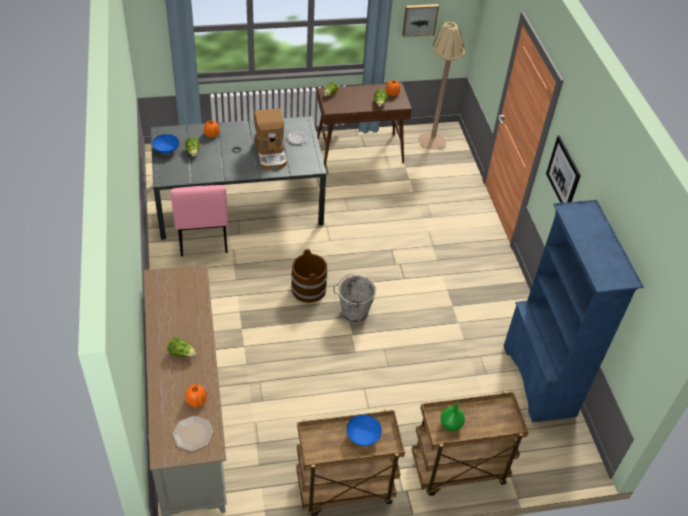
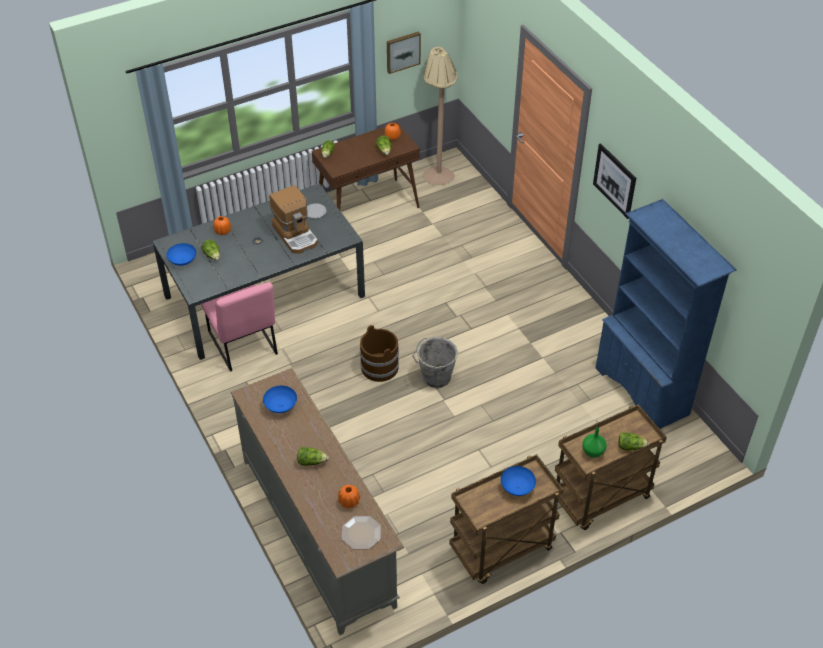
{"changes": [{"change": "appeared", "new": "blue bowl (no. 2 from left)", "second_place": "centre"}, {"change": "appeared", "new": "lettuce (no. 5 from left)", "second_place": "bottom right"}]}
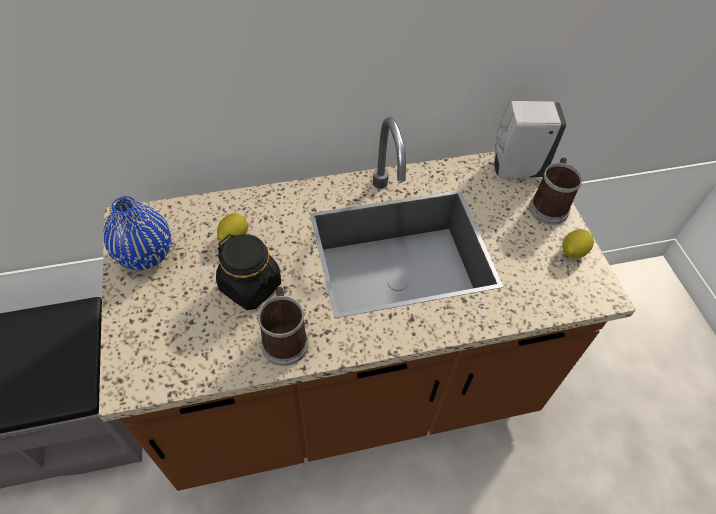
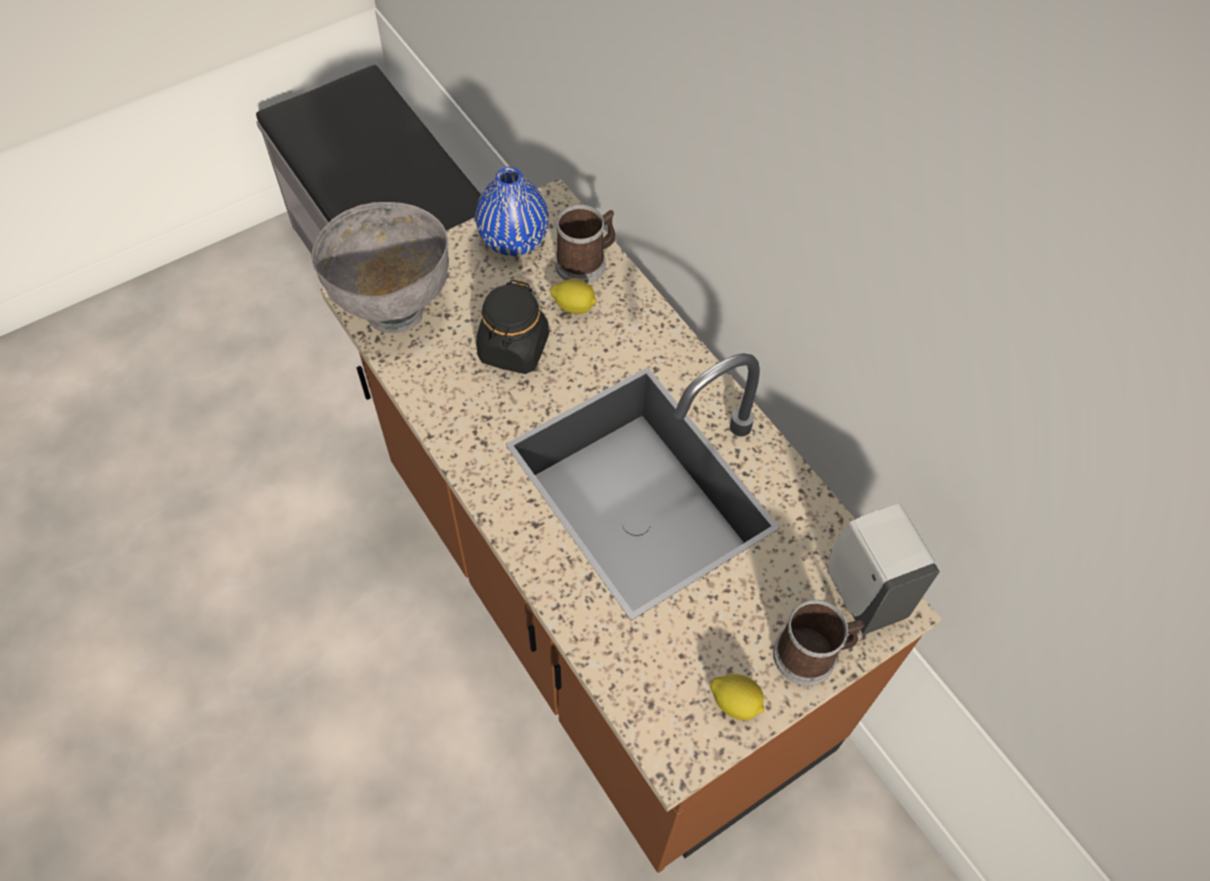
{"changes": [{"change": "appeared", "new": "grey bowl", "second_place": "top left"}, {"change": "relocated", "old": "mug (no. 1 from left)", "first_place": "centre", "second_place": "top centre"}]}
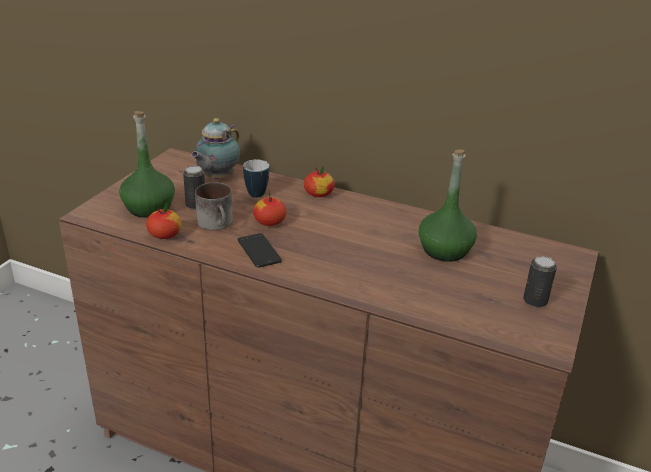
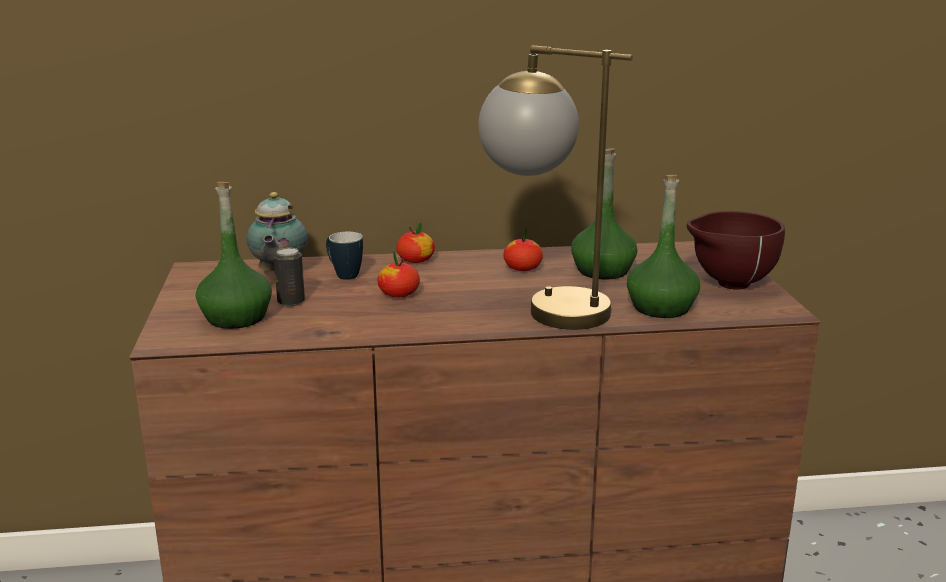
{"changes": [{"change": "missing", "old": "mug (no. 1 from left)", "first_place": "middle left"}, {"change": "missing", "old": "phone", "first_place": "centre"}, {"change": "appeared", "new": "table lamp", "second_place": "top centre"}, {"change": "appeared", "new": "green bottle (no. 3 from left)", "second_place": "middle right"}, {"change": "relocated", "old": "apple (no. 1 from left in the first image)", "new": "apple (no. 3 from left)", "first_place": "middle left", "second_place": "centre"}, {"change": "exchanged", "old": "can (no. 2 from left)", "new": "brown bowl", "first_place": "middle right", "second_place": "middle right"}]}
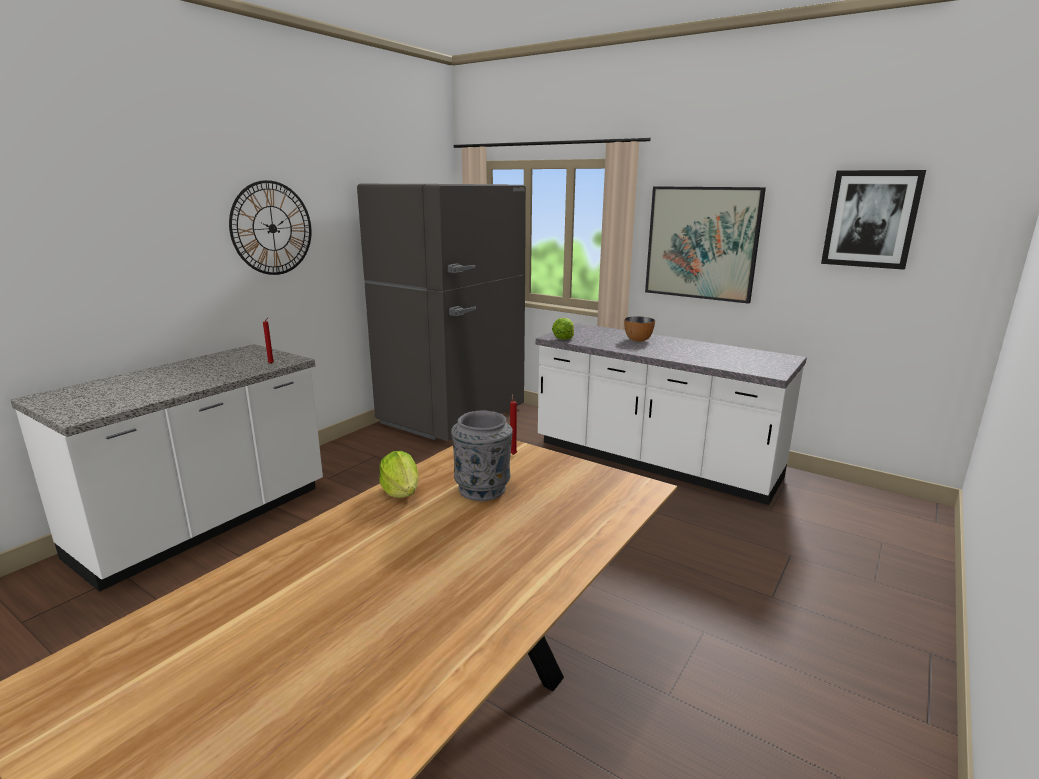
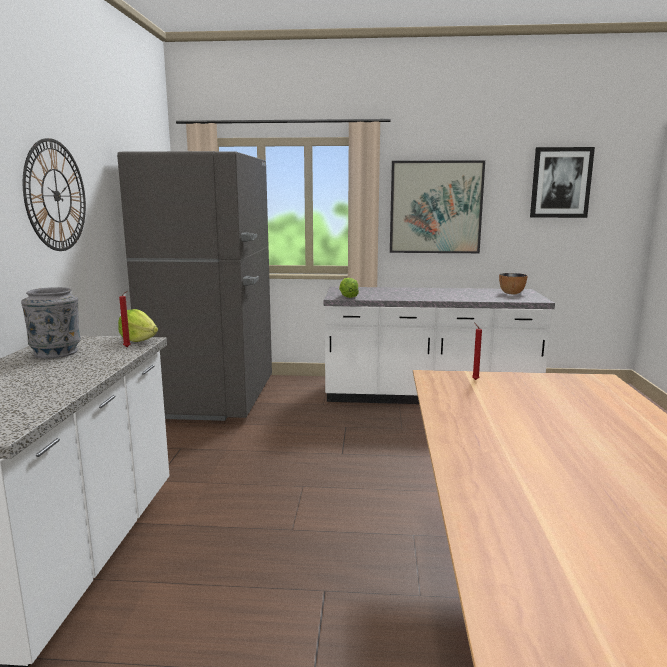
{"changes": [{"change": "relocated", "old": "lettuce (no. 1 from left)", "first_place": "centre", "second_place": "middle left"}, {"change": "relocated", "old": "grey vase", "first_place": "centre", "second_place": "middle left"}, {"change": "relocated", "old": "bowl", "first_place": "centre", "second_place": "middle right"}]}
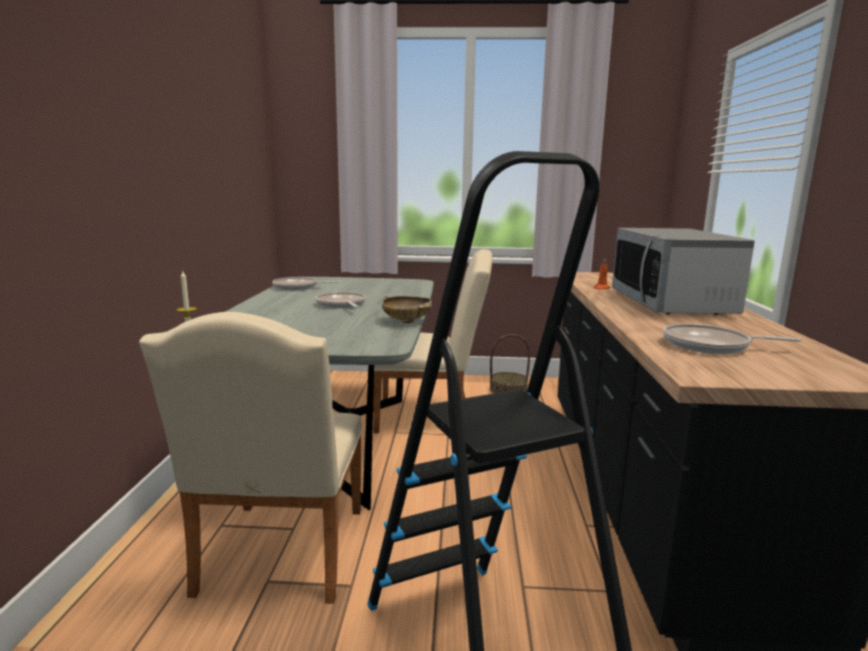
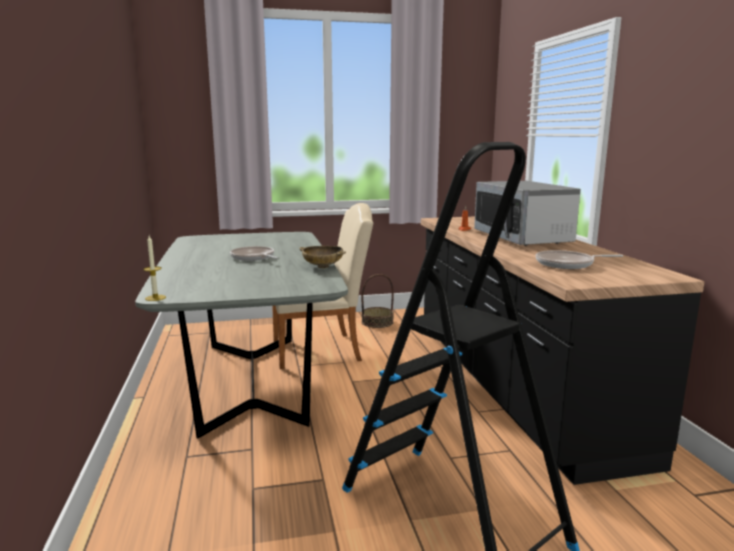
{"changes": [{"change": "missing", "old": "beige chair (no. 1 from left)", "first_place": "bottom left"}, {"change": "missing", "old": "frying pan (no. 1 from left)", "first_place": "centre"}]}
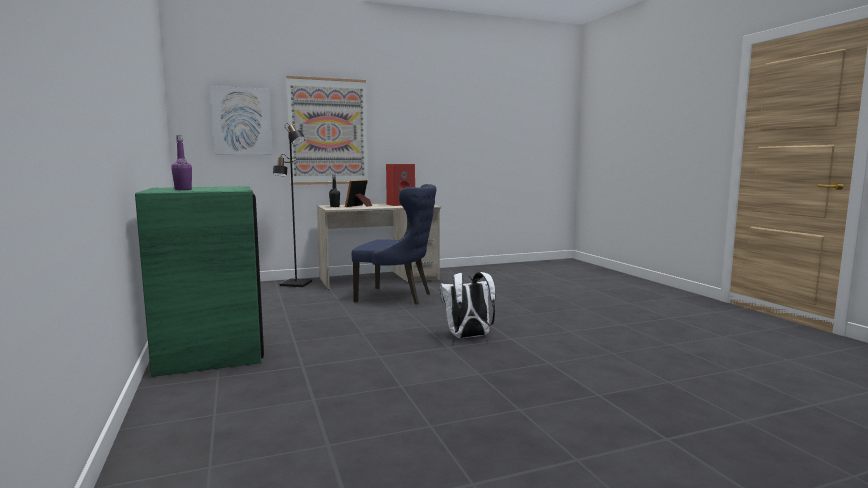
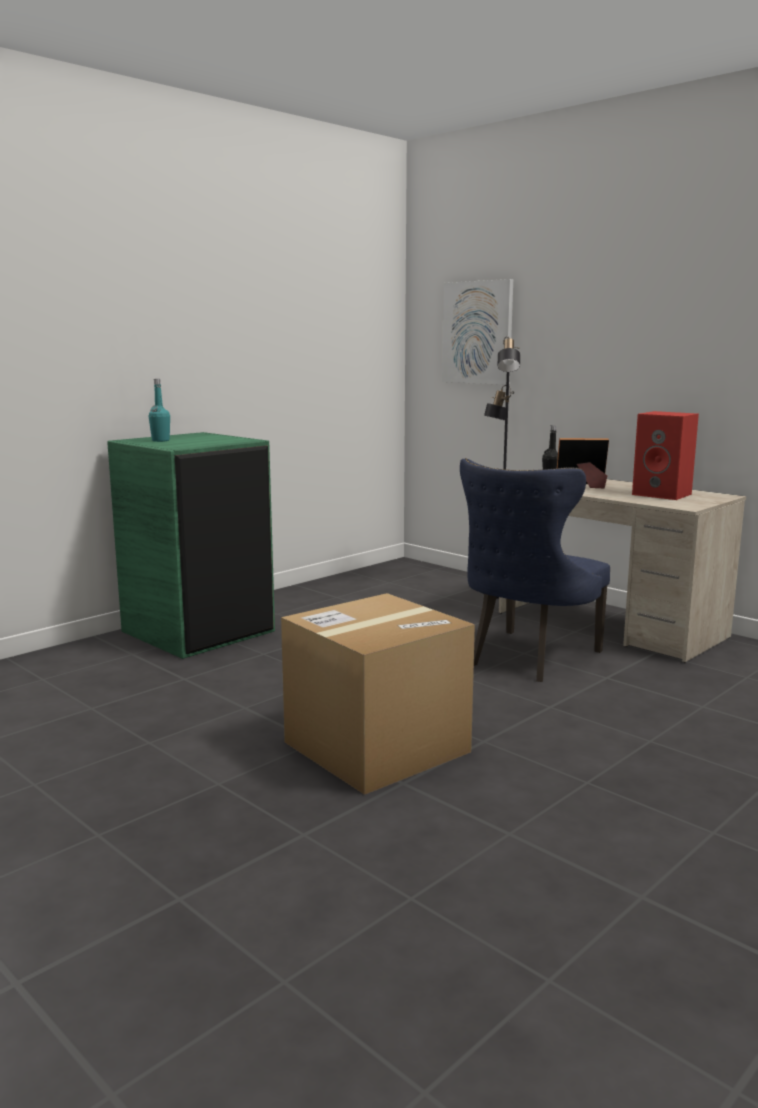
{"changes": [{"change": "missing", "old": "picture (no. 2 from left)", "first_place": "top centre"}, {"change": "exchanged", "old": "white backpack", "new": "cardboard box", "first_place": "centre", "second_place": "centre"}, {"change": "colour", "old": "purple bottle", "new": "turquoise bottle", "first_place": "top left", "second_place": "middle left"}, {"change": "spun", "old": "blue chair", "first_place": "centre", "second_place": "middle right", "degrees": 45}]}
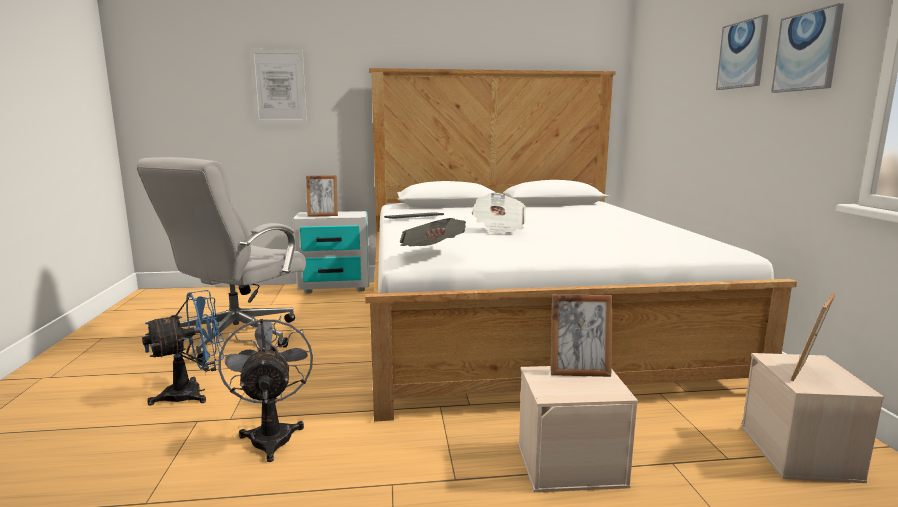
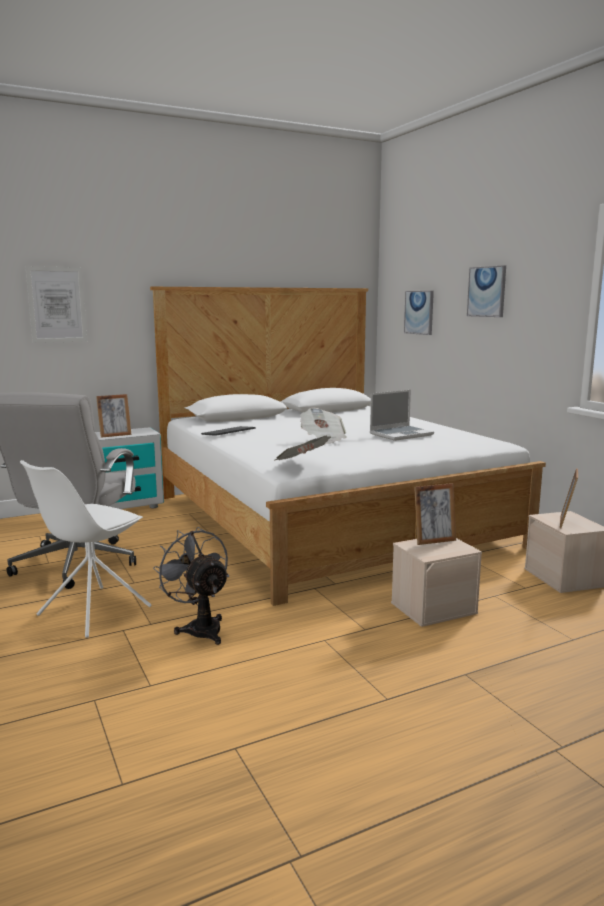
{"changes": [{"change": "appeared", "new": "laptop", "second_place": "centre"}, {"change": "relocated", "old": "picture (no. 3 from left in the first image)", "new": "picture (no. 2 from left)", "first_place": "top right", "second_place": "middle right"}, {"change": "exchanged", "old": "blue fan", "new": "white chair", "first_place": "bottom left", "second_place": "middle left"}]}
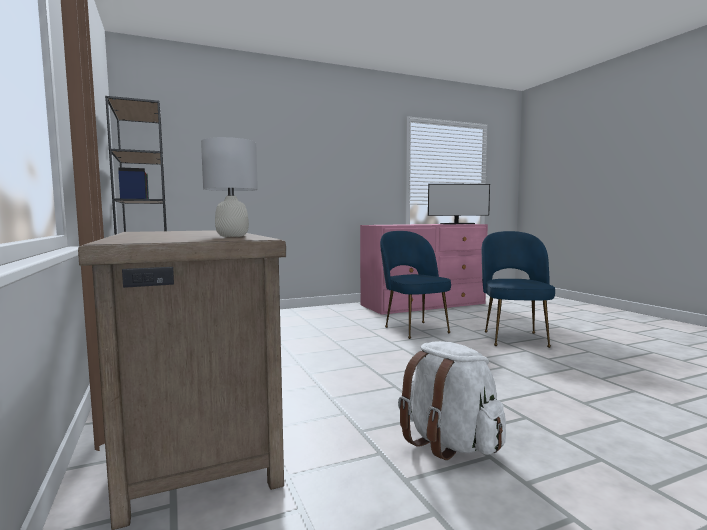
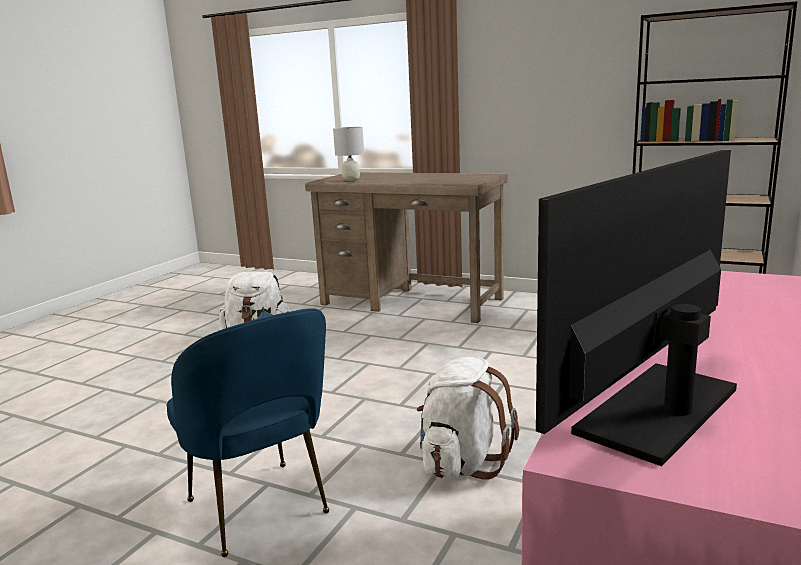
{"changes": [{"change": "exchanged", "old": "blue chair (no. 1 from left)", "new": "white backpack (no. 2 from left)", "first_place": "centre", "second_place": "bottom centre"}]}
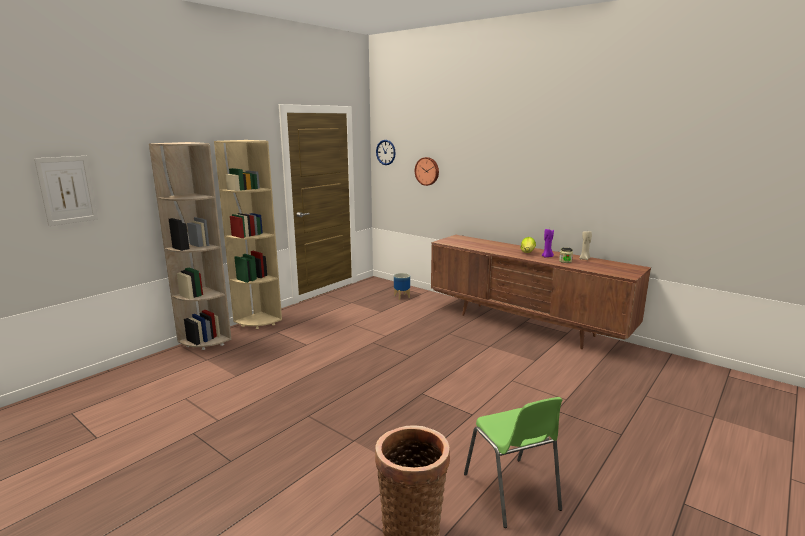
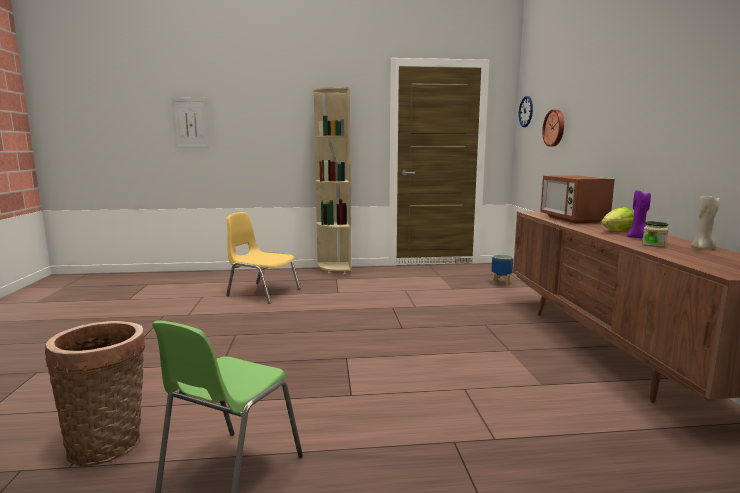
{"changes": [{"change": "missing", "old": "beige bookcase (no. 1 from left)", "first_place": "middle left"}, {"change": "appeared", "new": "yellow chair", "second_place": "centre"}, {"change": "appeared", "new": "microwave", "second_place": "middle right"}]}
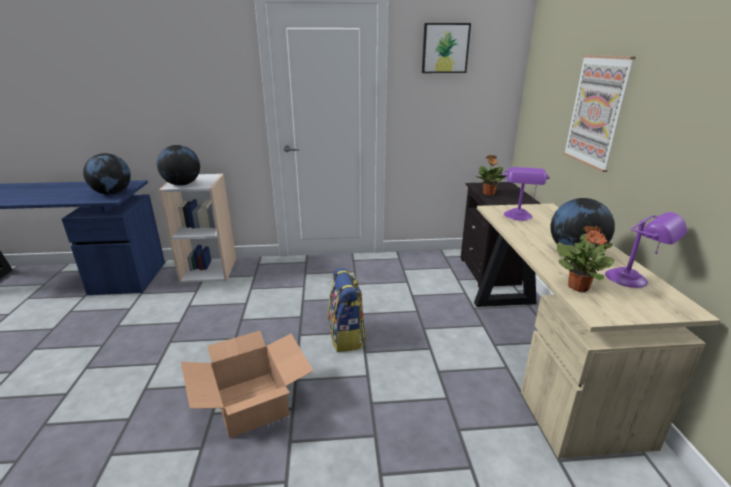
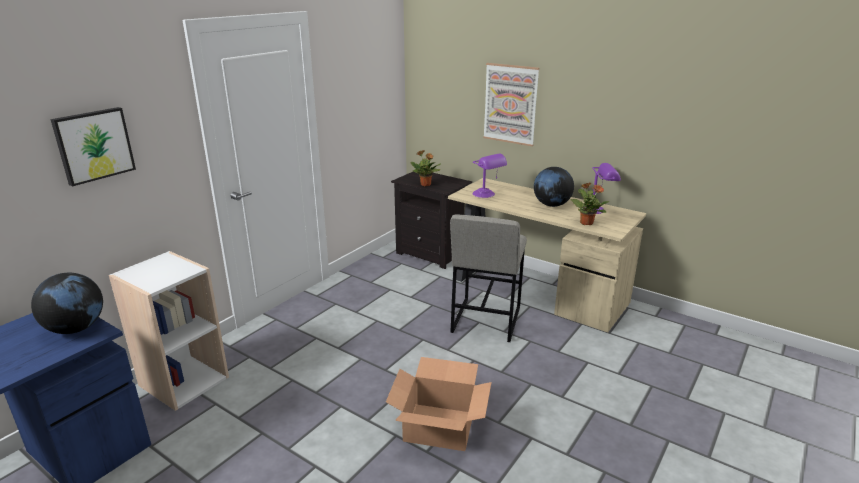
{"changes": [{"change": "missing", "old": "globe (no. 2 from left)", "first_place": "middle left"}, {"change": "missing", "old": "backpack", "first_place": "centre"}, {"change": "appeared", "new": "grey chair", "second_place": "centre"}, {"change": "relocated", "old": "picture (no. 1 from left)", "first_place": "top centre", "second_place": "top left"}]}
